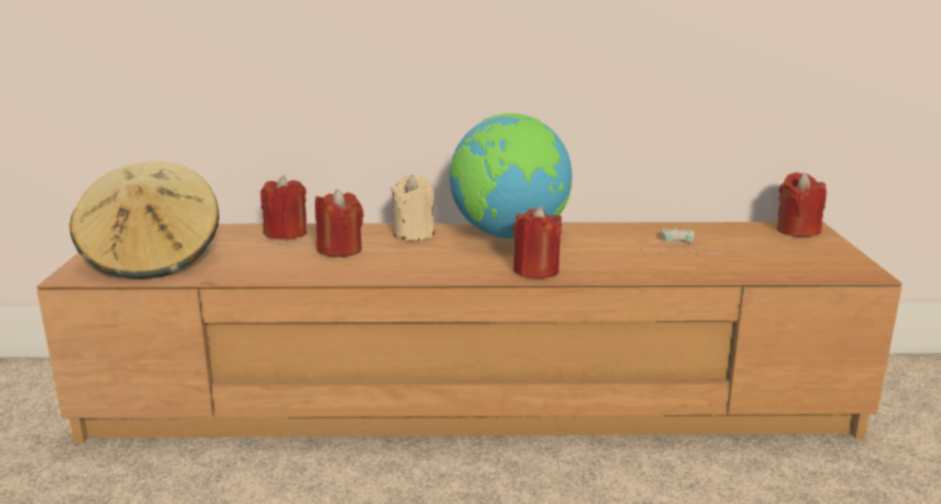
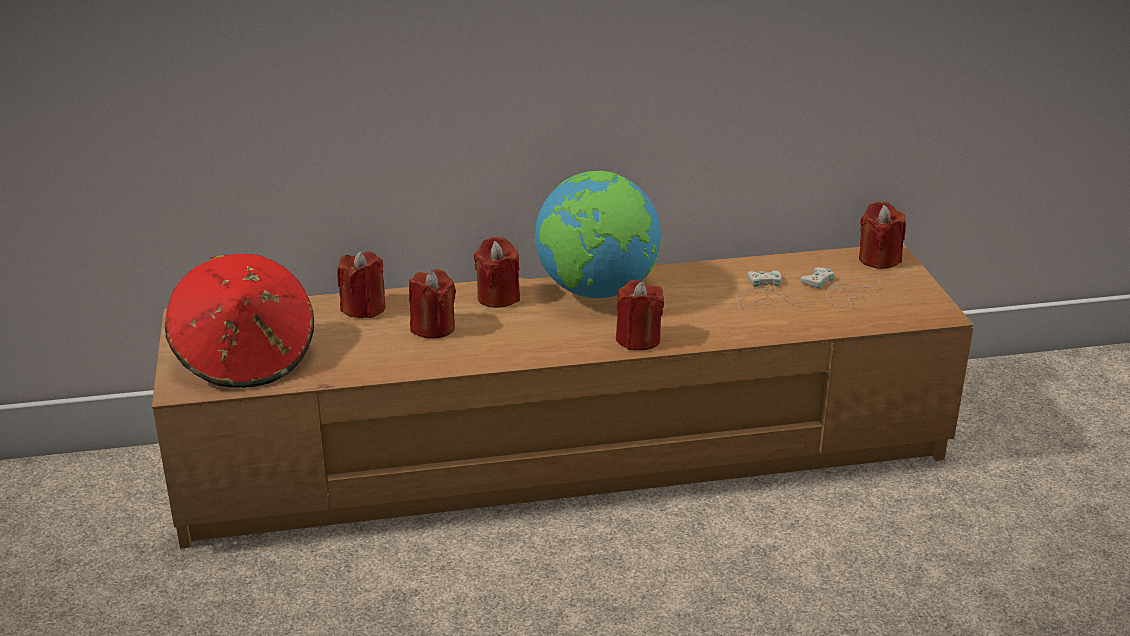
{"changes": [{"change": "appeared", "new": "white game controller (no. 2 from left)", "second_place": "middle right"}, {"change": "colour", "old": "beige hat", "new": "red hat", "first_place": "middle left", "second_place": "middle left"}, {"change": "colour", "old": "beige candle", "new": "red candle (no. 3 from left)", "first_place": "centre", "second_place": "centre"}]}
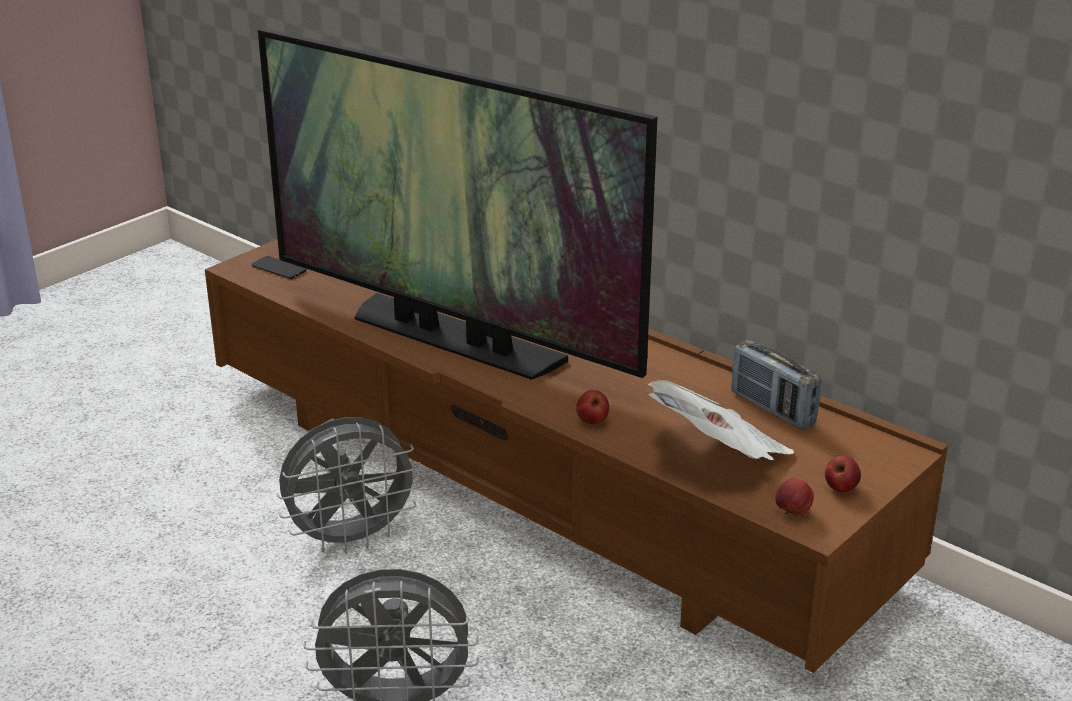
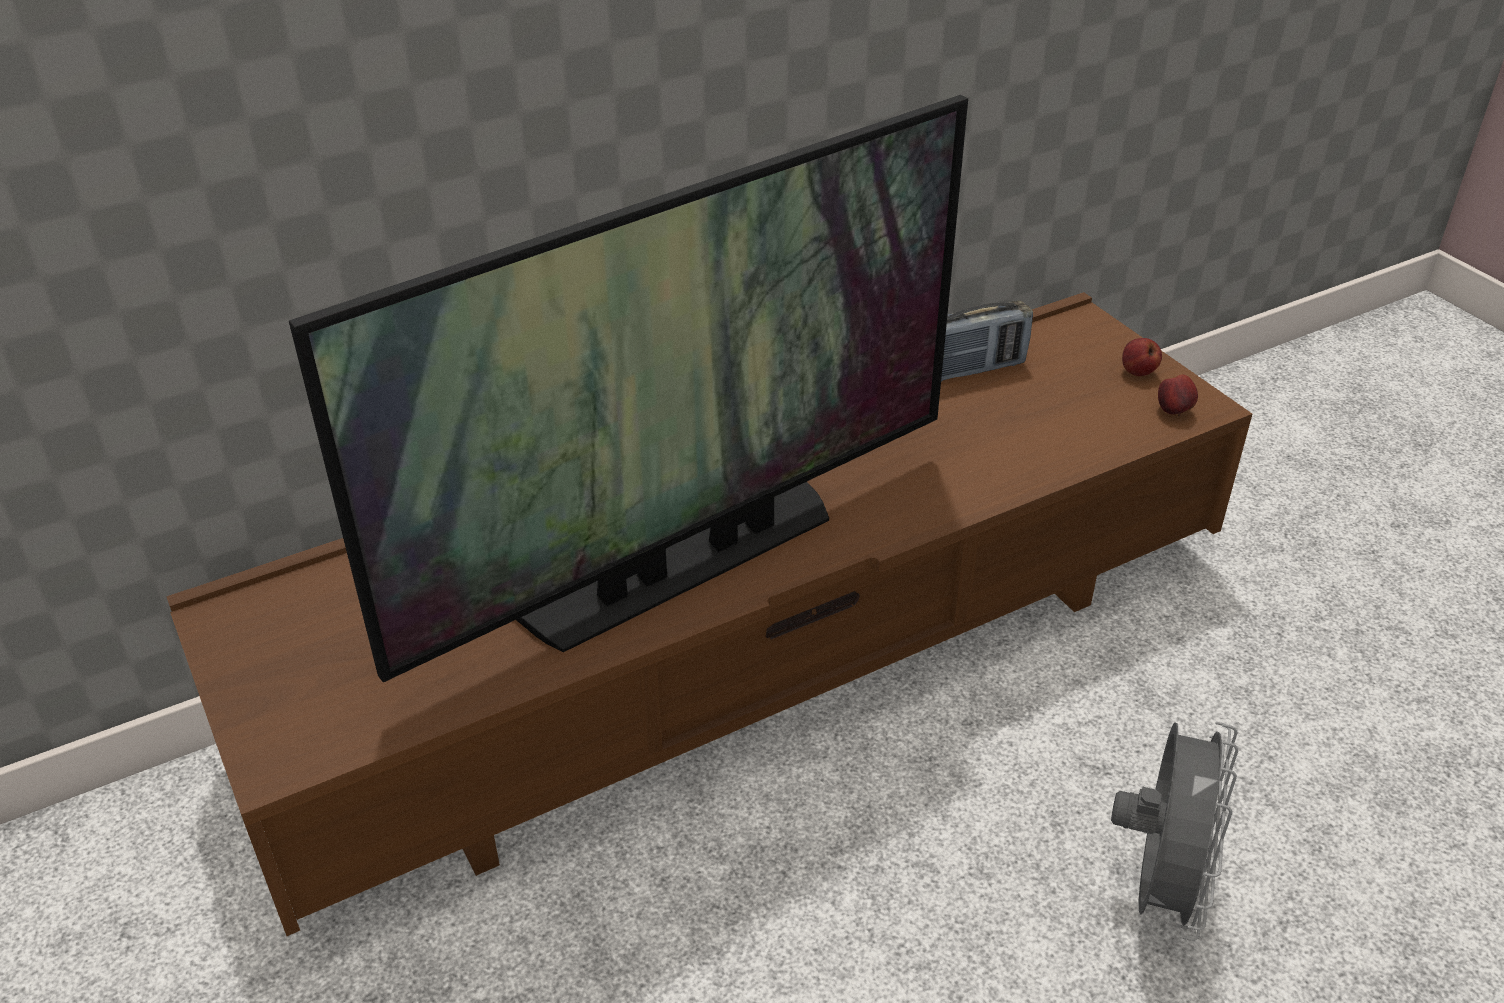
{"changes": [{"change": "missing", "old": "phone", "first_place": "middle left"}, {"change": "missing", "old": "grey fan (no. 1 from left)", "first_place": "bottom left"}, {"change": "missing", "old": "apple (no. 1 from left)", "first_place": "centre"}, {"change": "missing", "old": "newspaper", "first_place": "middle right"}]}
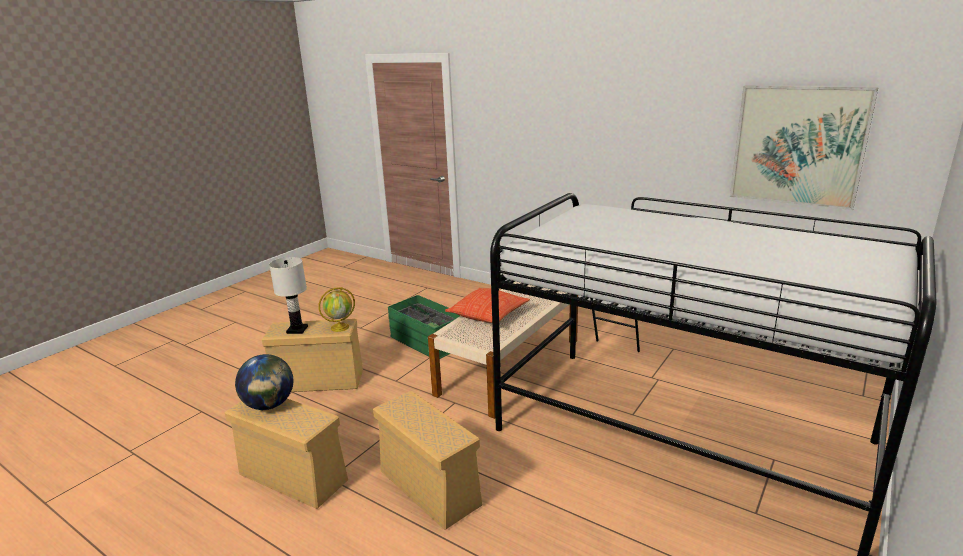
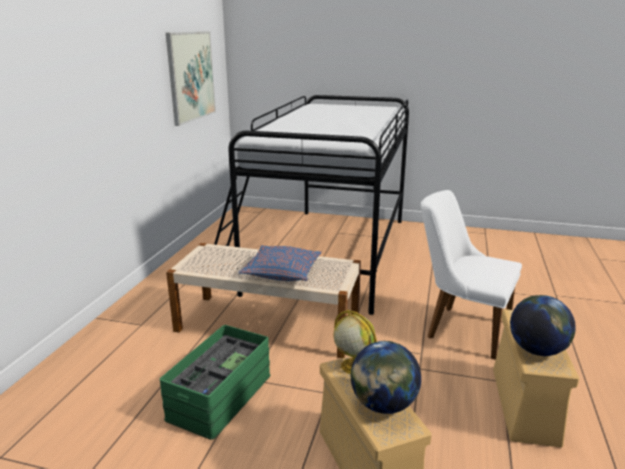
{"changes": [{"change": "exchanged", "old": "white table lamp", "new": "globe (no. 2 from left)", "first_place": "middle left", "second_place": "bottom centre"}, {"change": "exchanged", "old": "beige storage box (no. 3 from left)", "new": "white chair", "first_place": "bottom centre", "second_place": "middle right"}, {"change": "colour", "old": "orange pillow", "new": "blue pillow", "first_place": "centre", "second_place": "centre"}]}
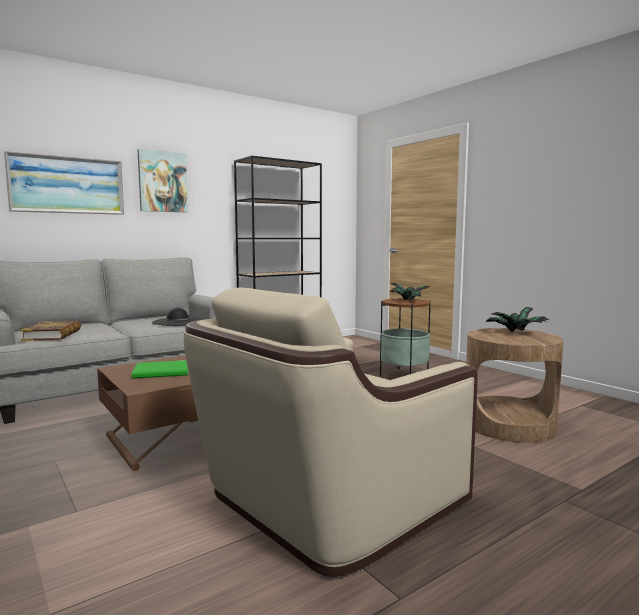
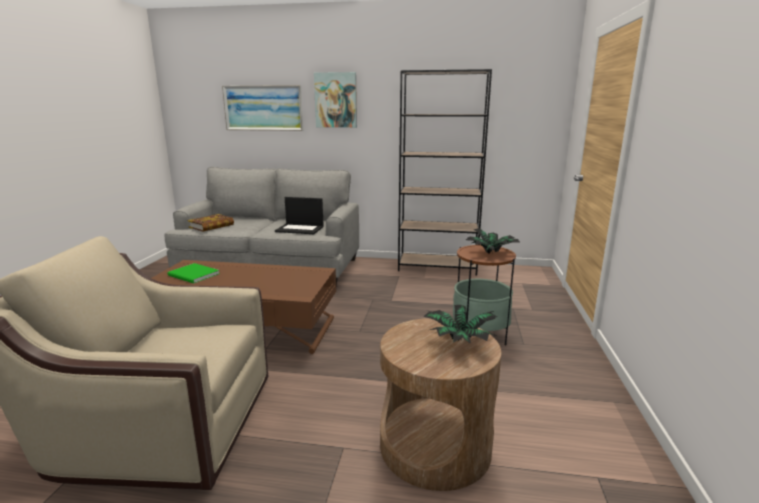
{"changes": [{"change": "exchanged", "old": "black hat", "new": "laptop", "first_place": "middle left", "second_place": "centre"}]}
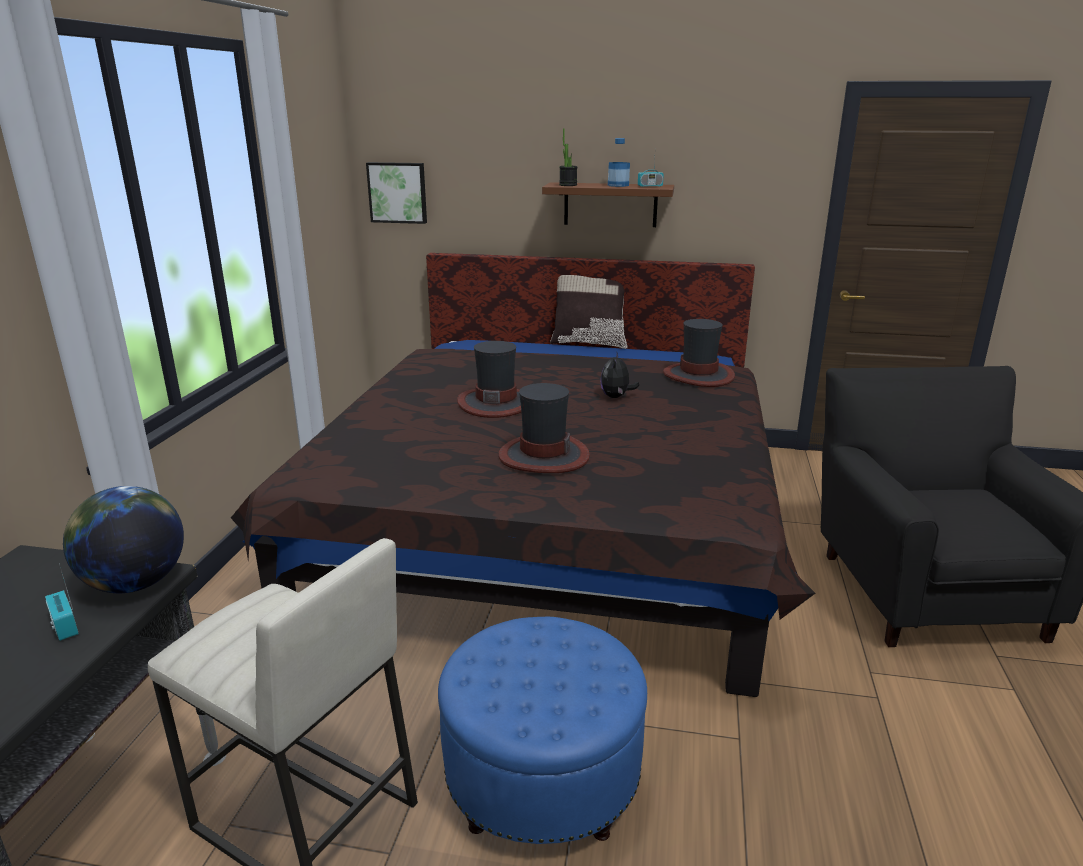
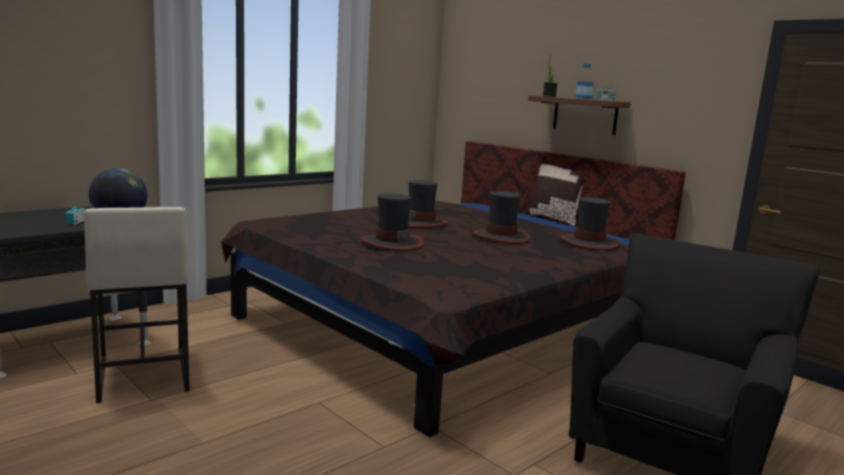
{"changes": [{"change": "missing", "old": "picture", "first_place": "top centre"}, {"change": "missing", "old": "blue ottoman", "first_place": "bottom centre"}, {"change": "exchanged", "old": "plush toy", "new": "hat (no. 3 from left)", "first_place": "centre", "second_place": "centre"}]}
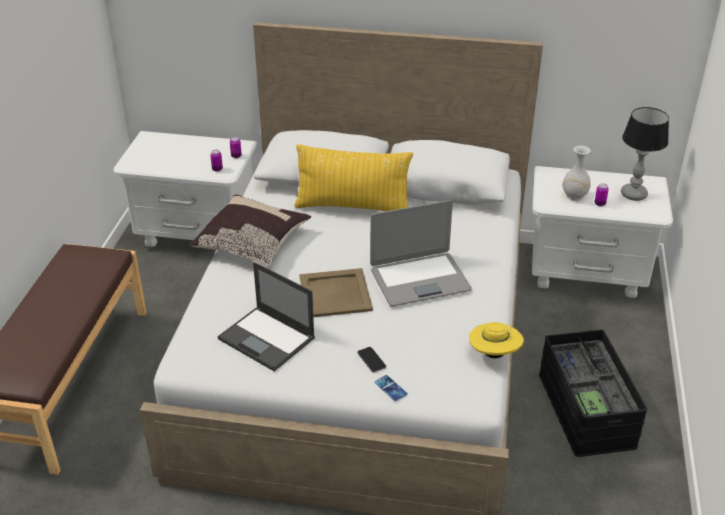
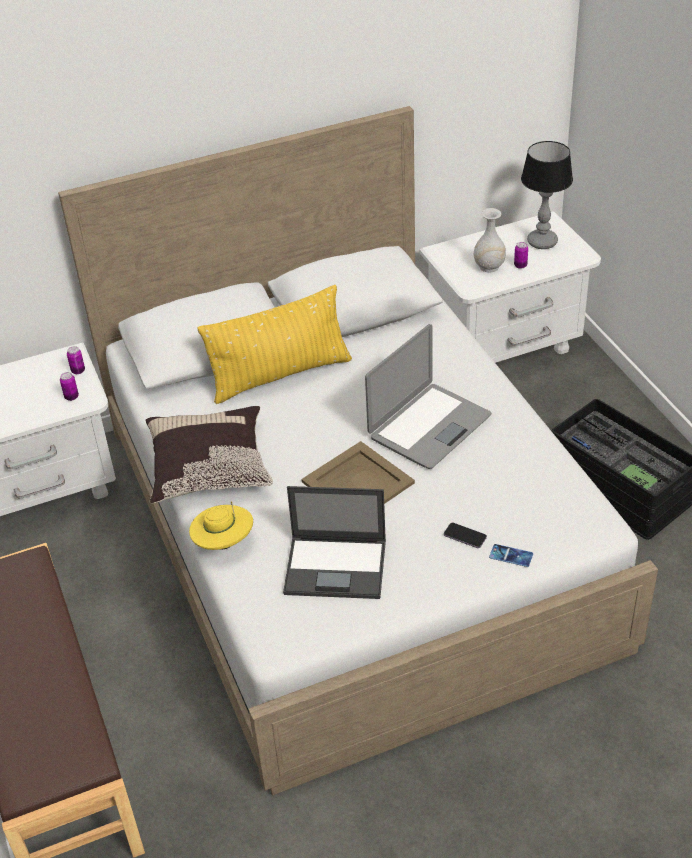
{"changes": [{"change": "relocated", "old": "yellow hat", "first_place": "middle right", "second_place": "middle left"}]}
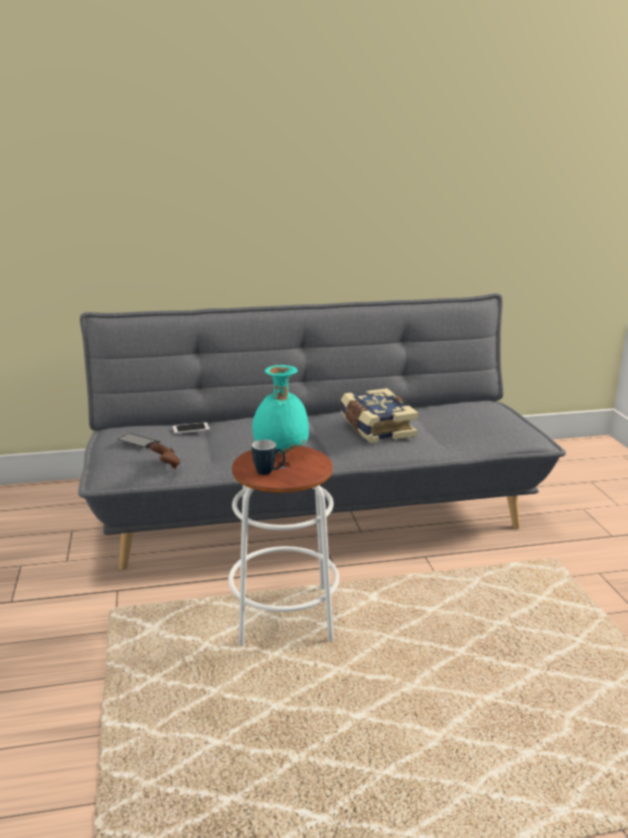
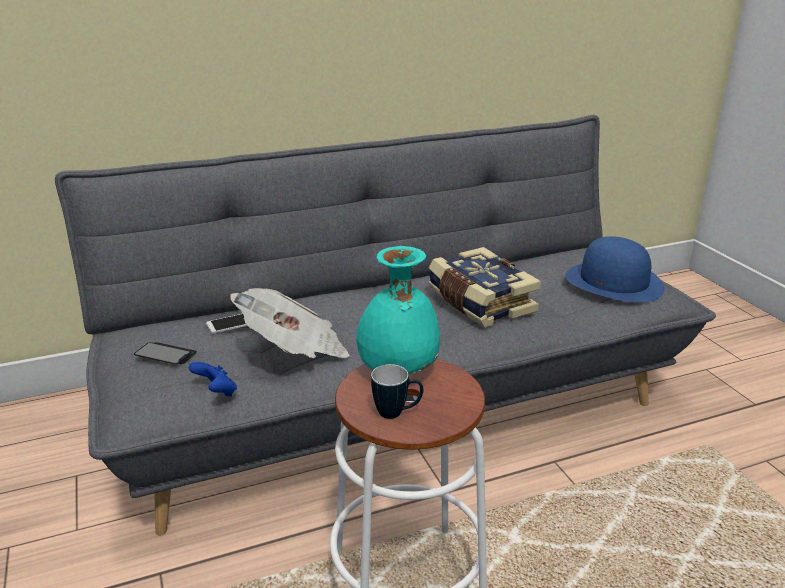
{"changes": [{"change": "appeared", "new": "newspaper", "second_place": "centre"}, {"change": "appeared", "new": "blue hat", "second_place": "middle right"}, {"change": "colour", "old": "brown game controller", "new": "blue game controller", "first_place": "middle left", "second_place": "middle left"}]}
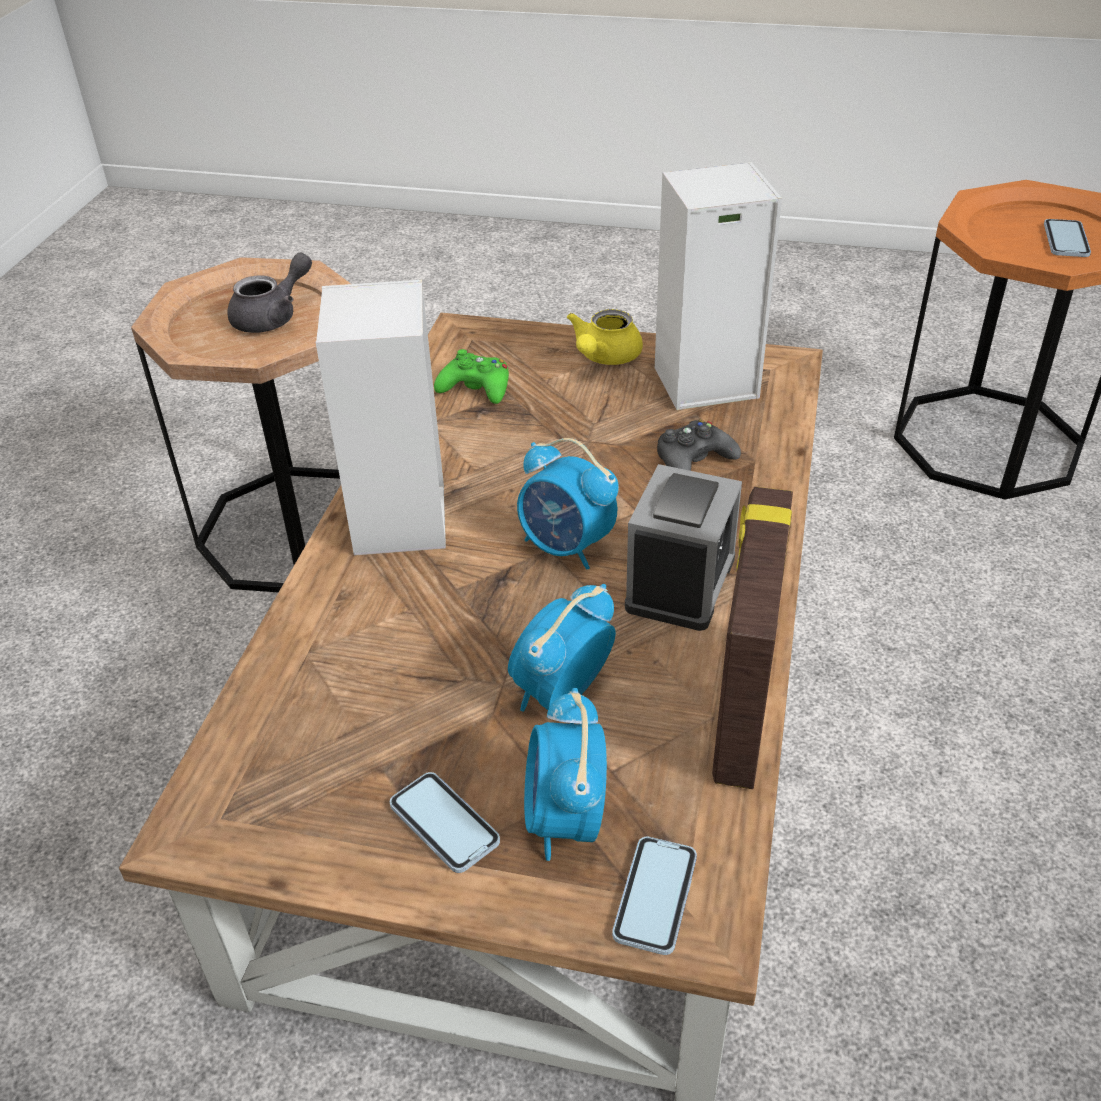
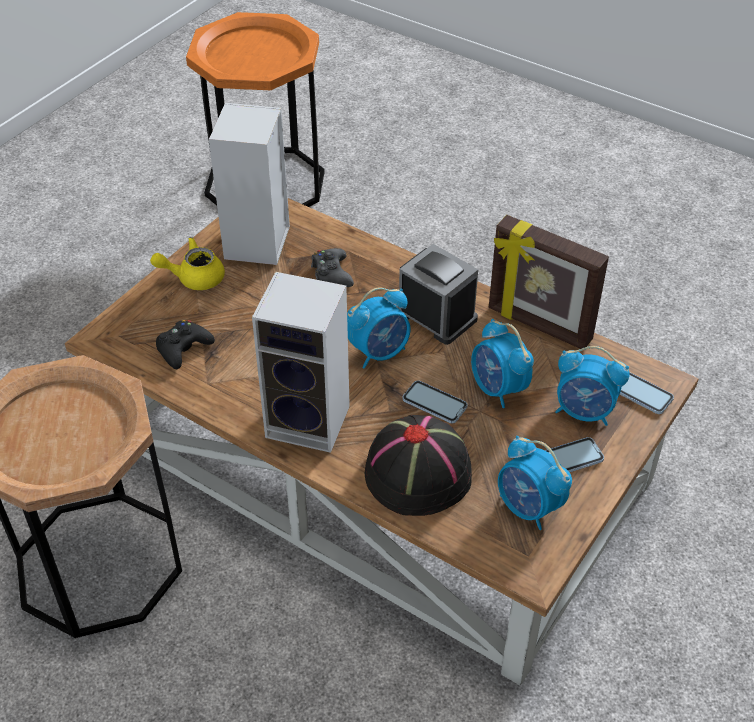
{"changes": [{"change": "missing", "old": "grey teapot", "first_place": "top left"}, {"change": "appeared", "new": "black hat", "second_place": "centre"}, {"change": "appeared", "new": "alarm clock (no. 4 from left)", "second_place": "bottom right"}, {"change": "relocated", "old": "phone (no. 3 from left in the first image)", "new": "phone (no. 1 from left)", "first_place": "top right", "second_place": "centre"}, {"change": "colour", "old": "green game controller", "new": "black game controller (no. 1 from left)", "first_place": "centre", "second_place": "middle left"}, {"change": "spun", "old": "yellow teapot", "first_place": "top centre", "second_place": "middle left", "degrees": 120}]}
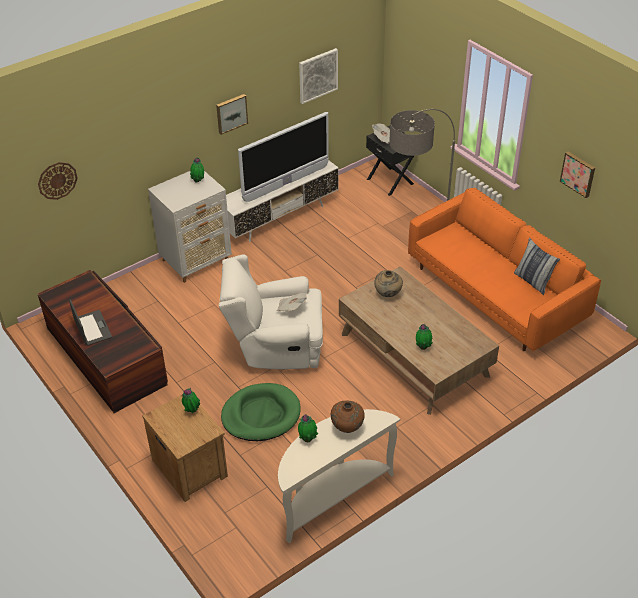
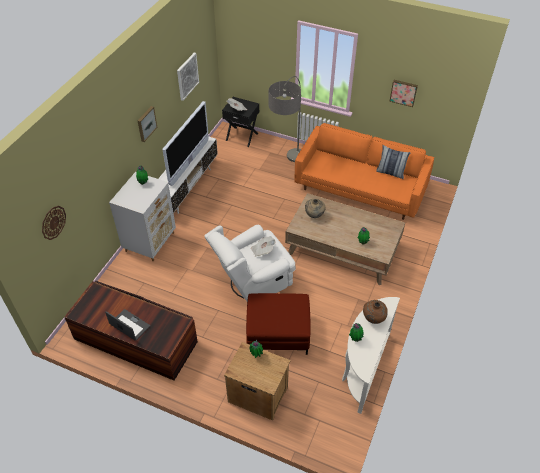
{"changes": [{"change": "exchanged", "old": "green dog bed", "new": "red ottoman", "first_place": "bottom centre", "second_place": "bottom centre"}]}
